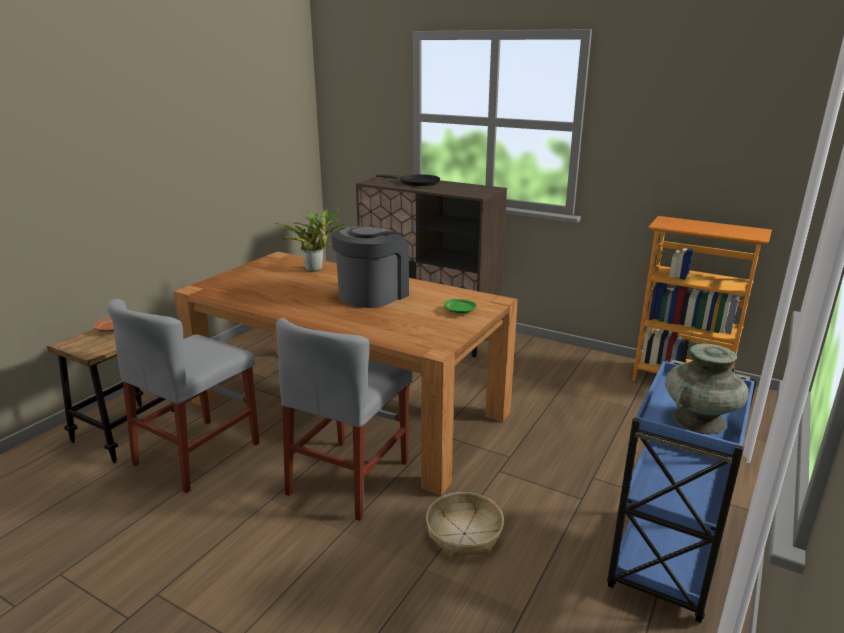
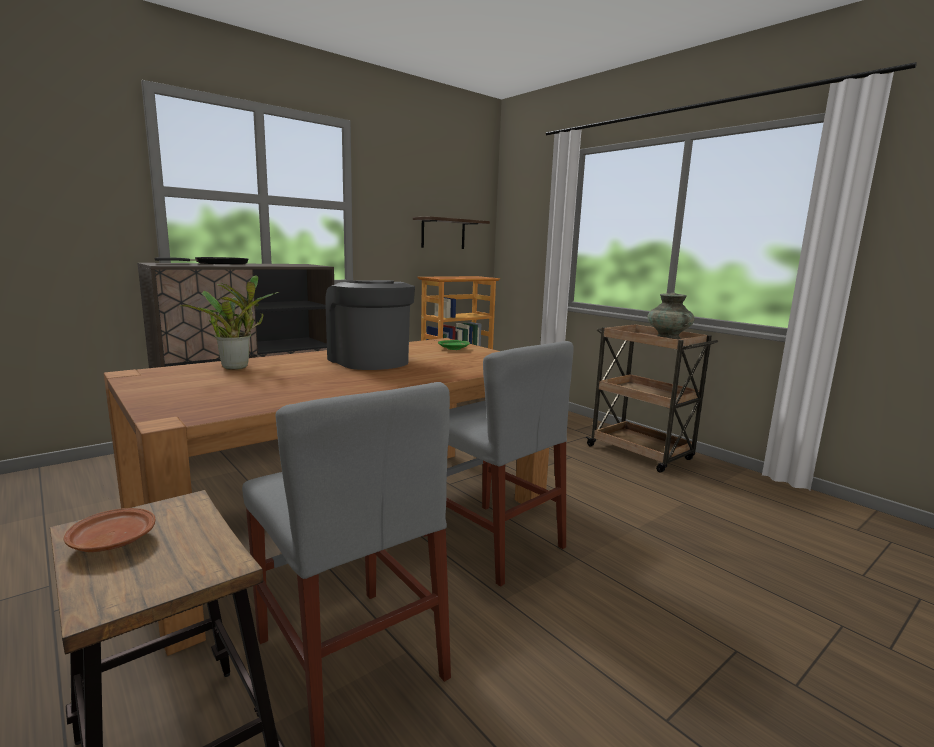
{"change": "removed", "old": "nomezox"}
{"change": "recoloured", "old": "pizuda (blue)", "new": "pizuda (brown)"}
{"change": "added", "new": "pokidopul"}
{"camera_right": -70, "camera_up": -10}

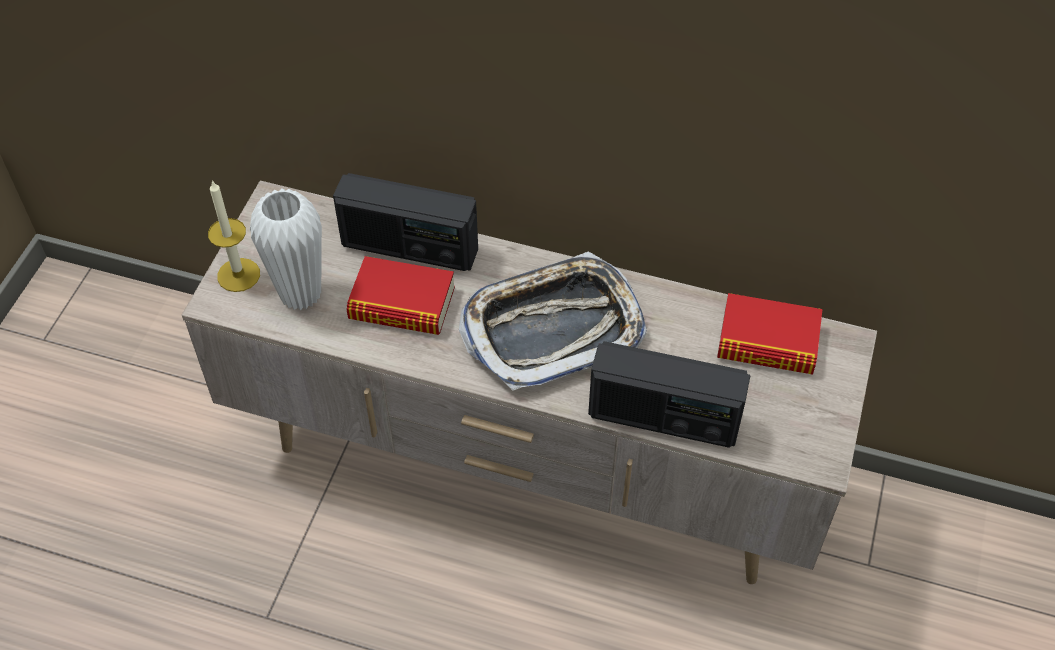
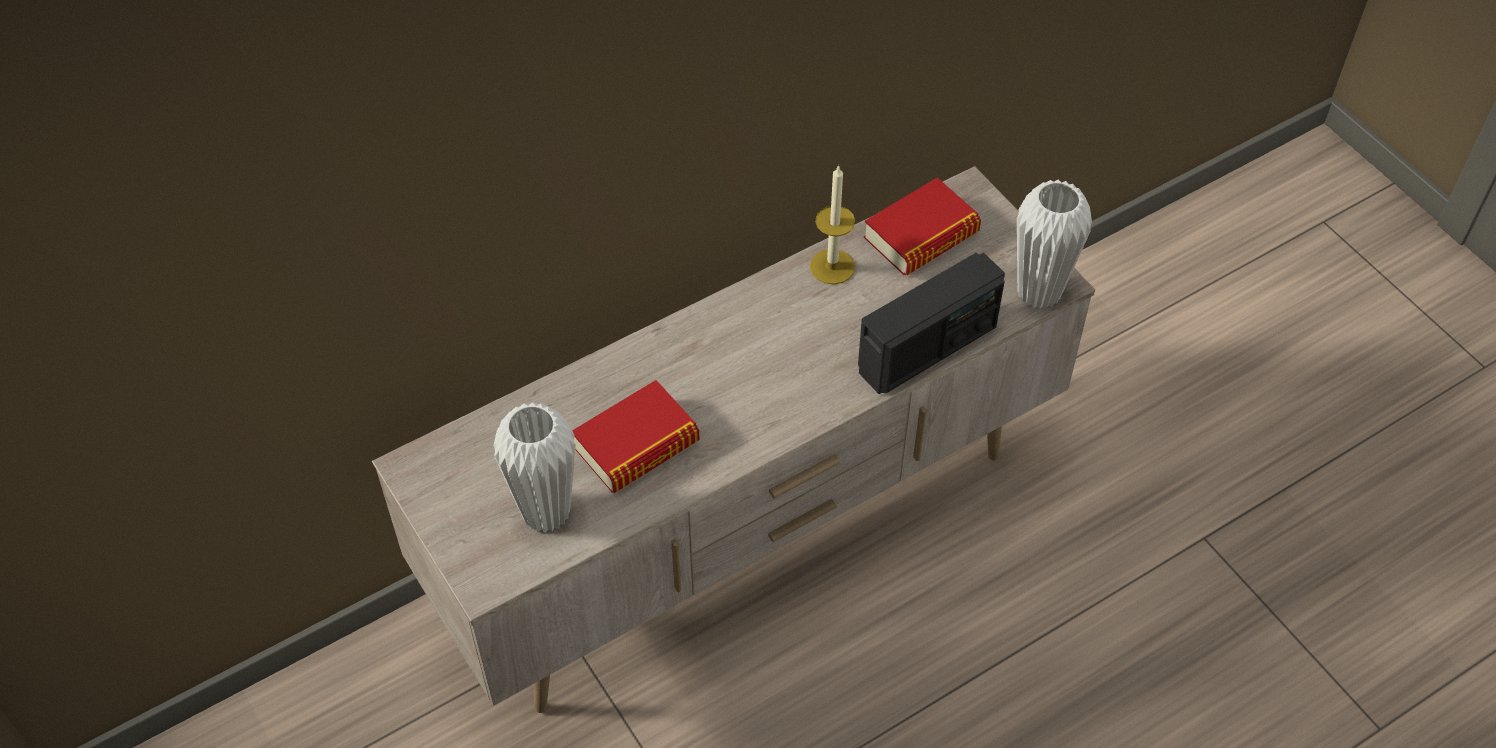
{"change": "moved", "old": "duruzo"}
{"change": "removed", "old": "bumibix (1st from left)"}
{"change": "removed", "old": "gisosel"}
{"change": "added", "new": "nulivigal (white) (2nd from left)"}
{"camera_right": -50, "camera_up": 0}

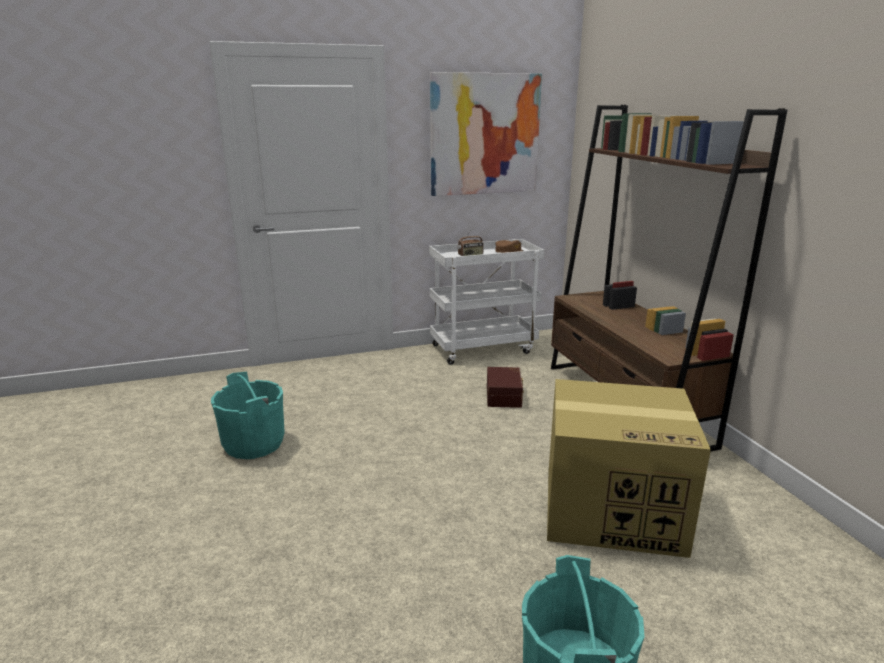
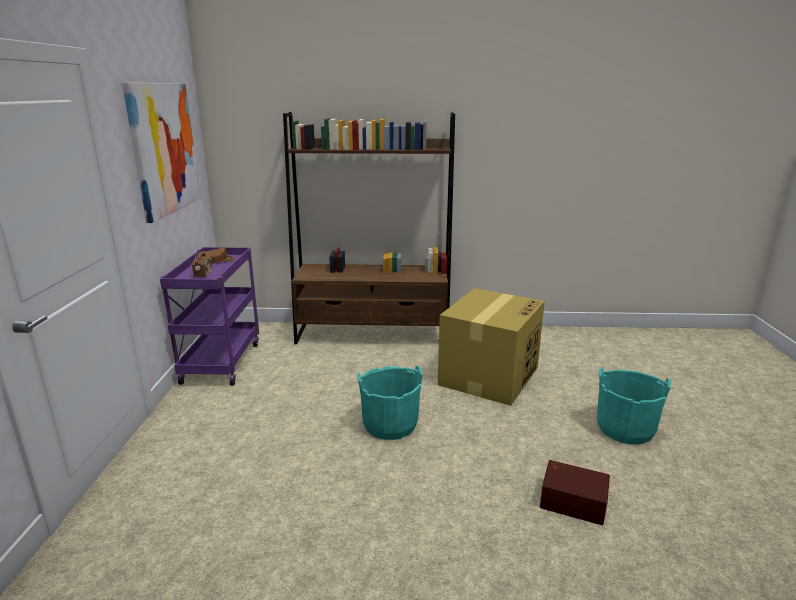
{"change": "moved", "old": "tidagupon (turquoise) (1st from left)"}
{"change": "recoloured", "old": "pizuda (white)", "new": "pizuda (purple)"}
{"change": "moved", "old": "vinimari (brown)"}
{"camera_right": -70, "camera_up": 0}

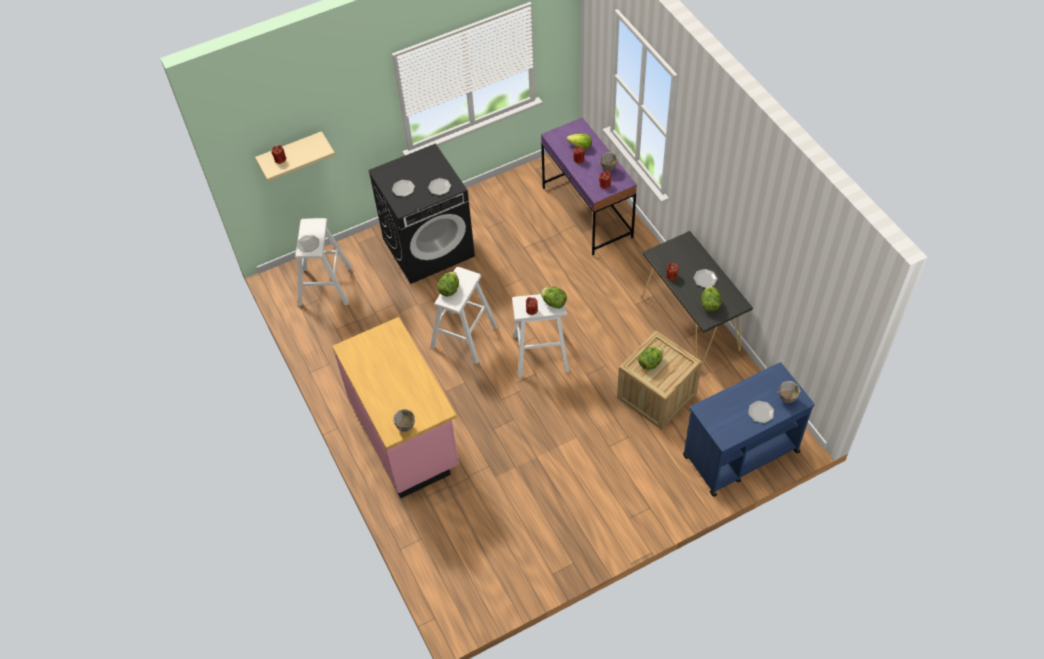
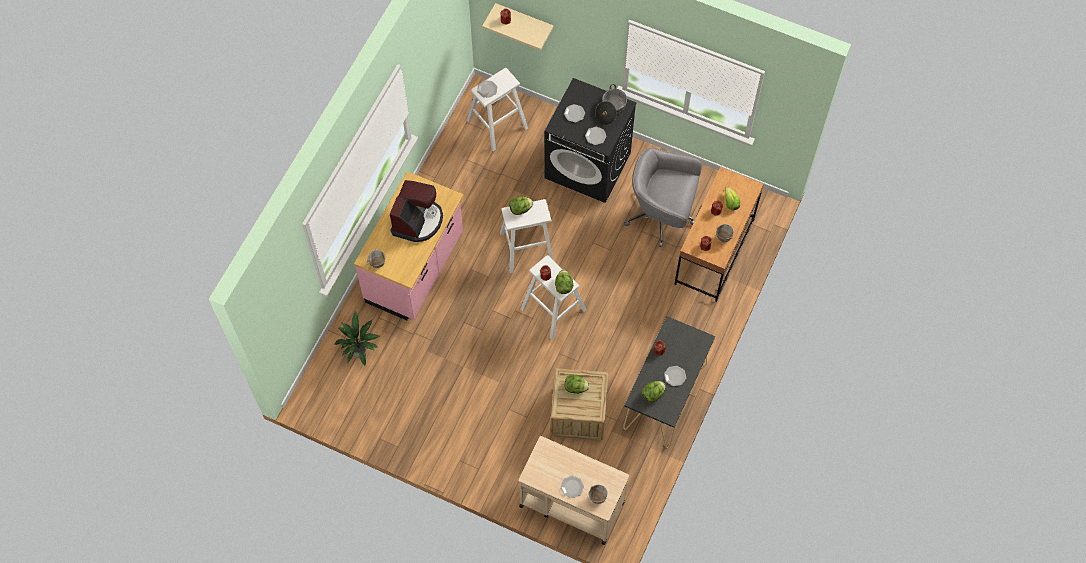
{"change": "recoloured", "old": "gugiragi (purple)", "new": "gugiragi (brown)"}
{"change": "recoloured", "old": "pizuda (blue)", "new": "pizuda (beige)"}
{"change": "added", "new": "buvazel"}
{"change": "added", "new": "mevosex"}
{"change": "added", "new": "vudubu"}
{"change": "added", "new": "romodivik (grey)"}
{"camera_right": 50, "camera_up": 10}

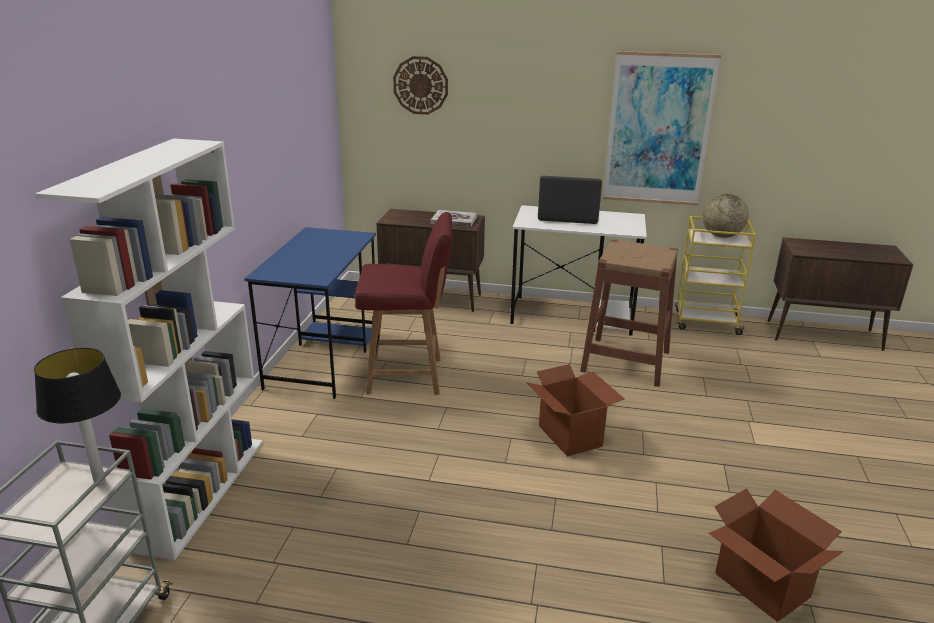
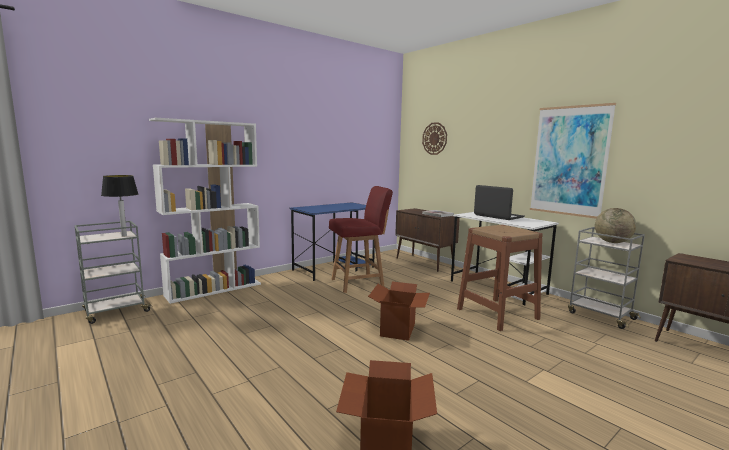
{"change": "turned", "old": "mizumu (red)", "degrees": -60}
{"change": "recoloured", "old": "pizuda (yellow)", "new": "pizuda (grey) (2nd from left)"}
{"camera_right": 40, "camera_up": -15}

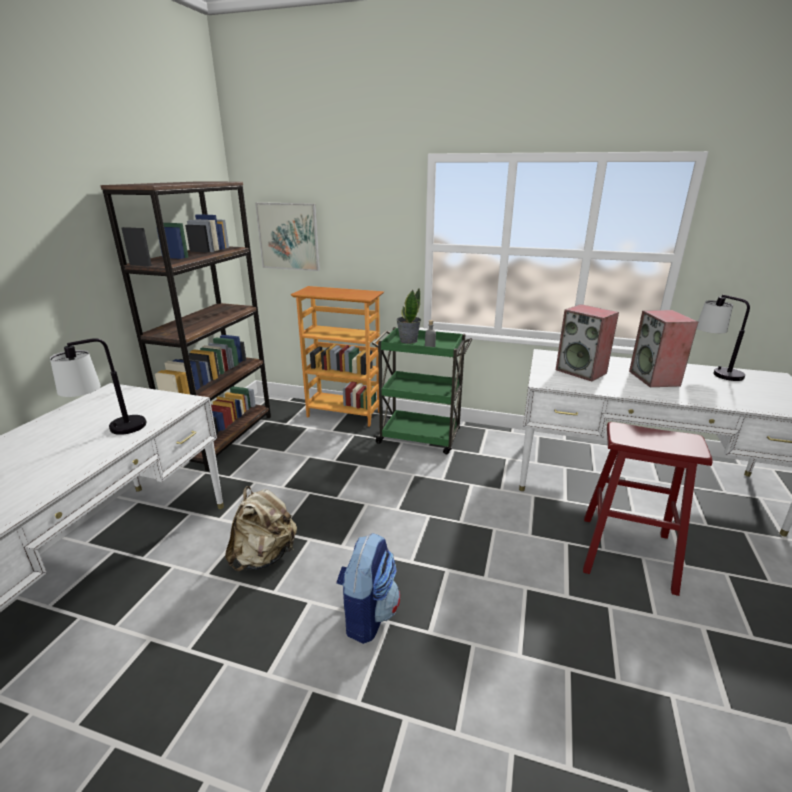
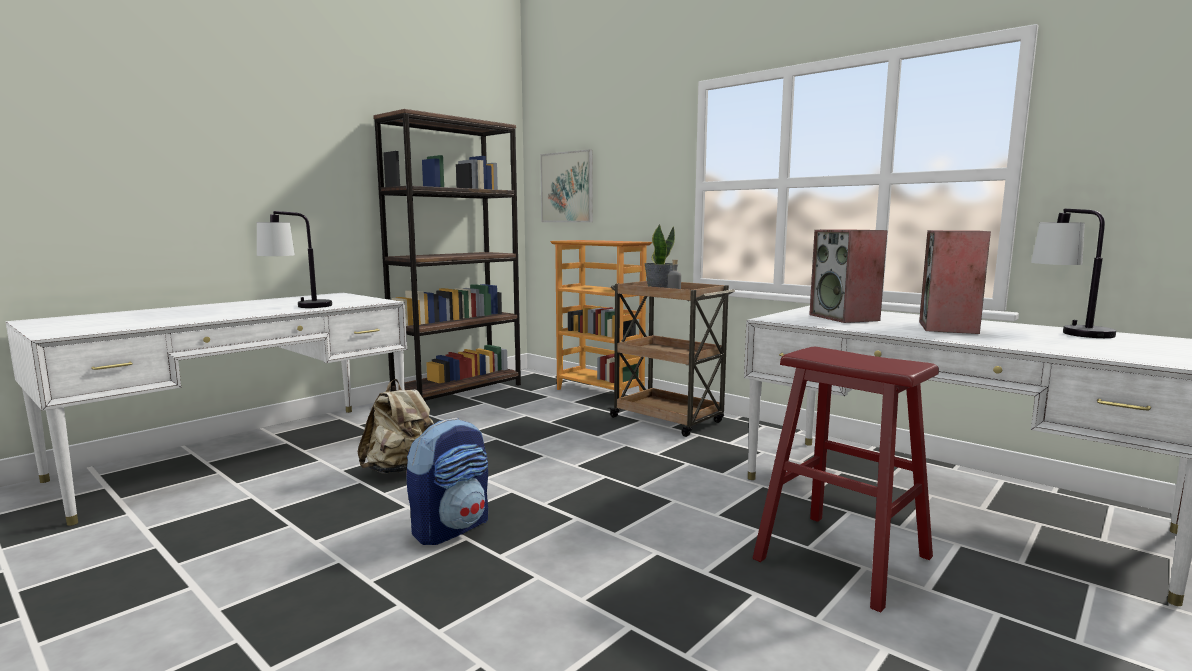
{"change": "recoloured", "old": "pizuda (green)", "new": "pizuda (brown)"}
{"camera_right": 25, "camera_up": -15}

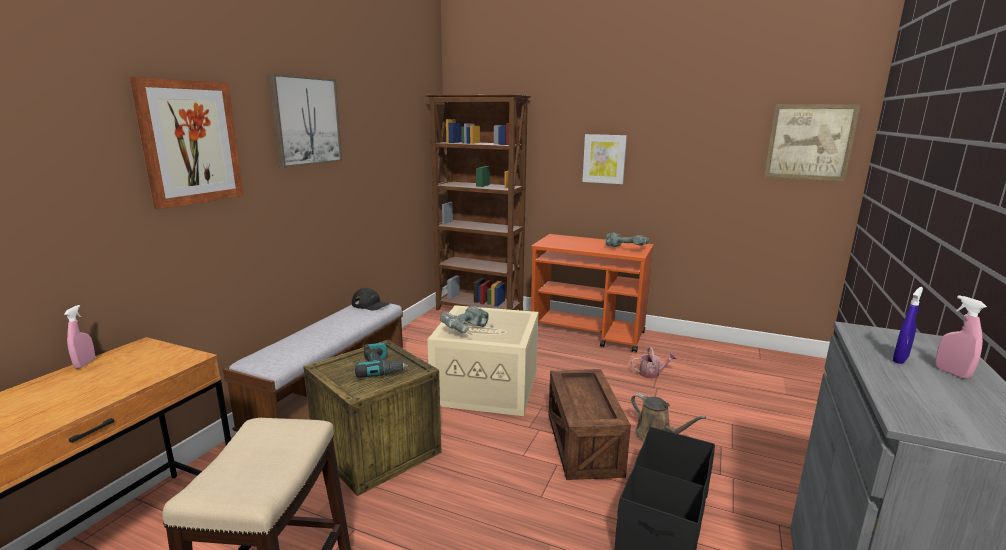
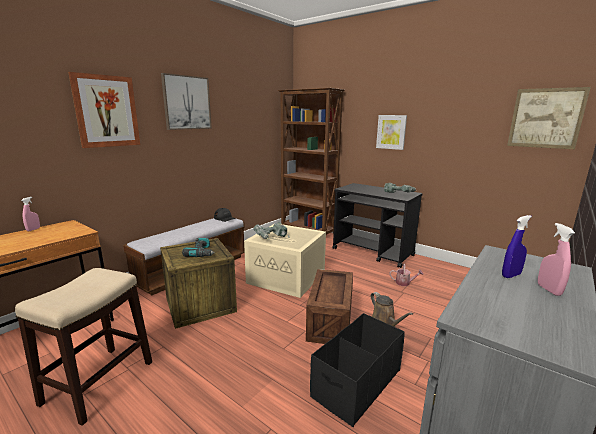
{"change": "recoloured", "old": "pizuda (orange)", "new": "pizuda (black)"}
{"camera_right": 15, "camera_up": 0}

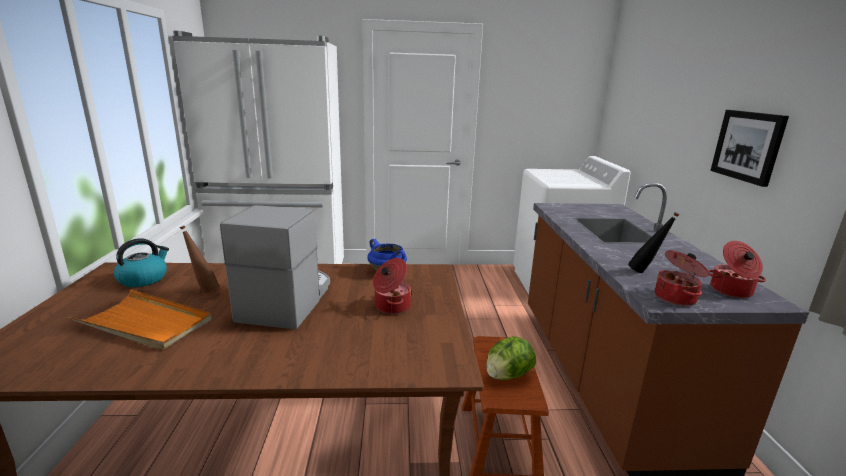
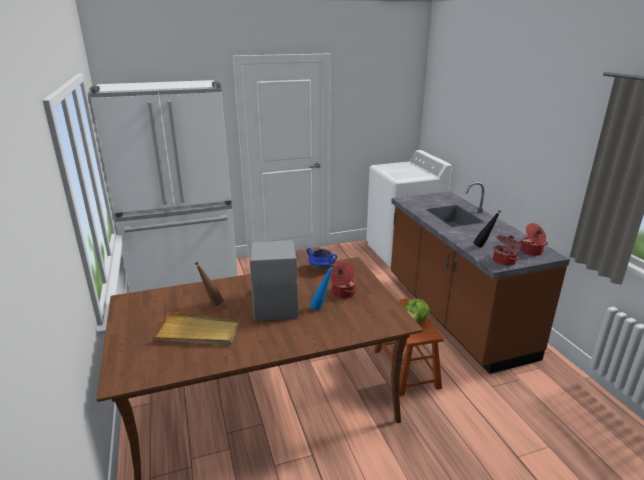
{"change": "recoloured", "old": "gisosel (orange)", "new": "gisosel (beige)"}
{"change": "removed", "old": "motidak"}
{"change": "removed", "old": "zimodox"}
{"change": "added", "new": "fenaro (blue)"}
{"camera_right": -15, "camera_up": 5}

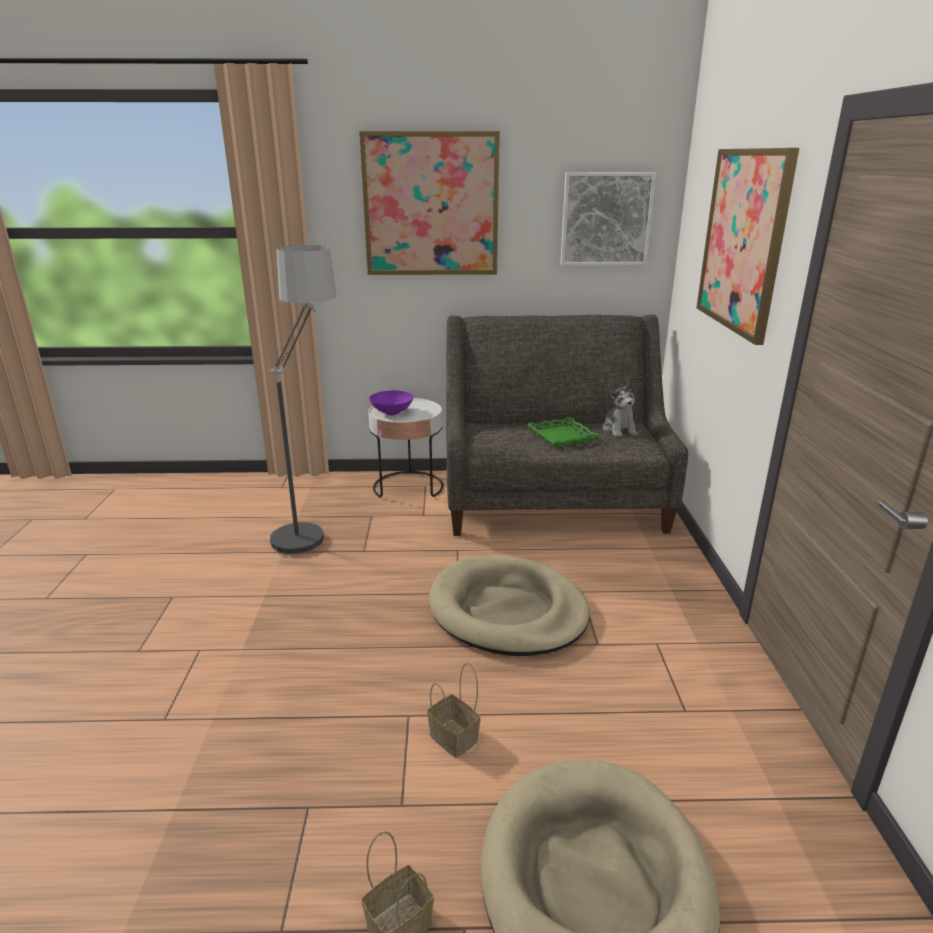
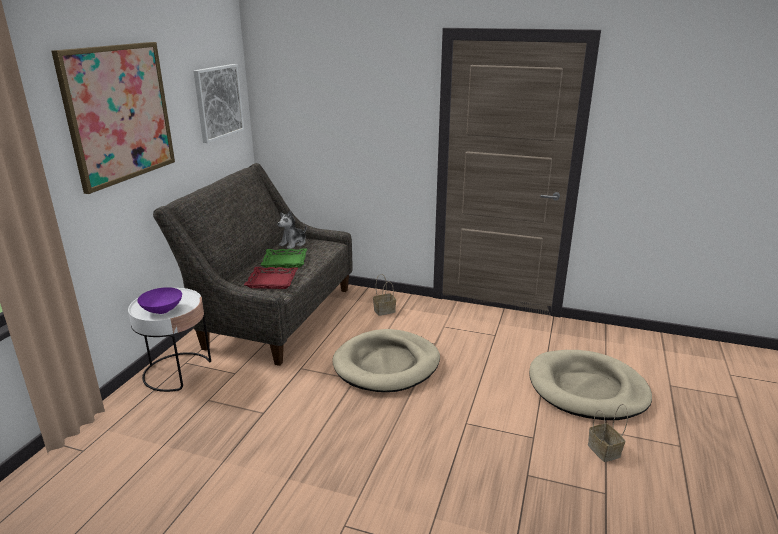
{"change": "removed", "old": "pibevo"}
{"change": "moved", "old": "nomezox (2nd from left in the first image)", "new": "nomezox (1st from left)"}
{"change": "turned", "old": "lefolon", "degrees": 120}
{"change": "removed", "old": "zimodox (3rd from left)"}
{"change": "added", "new": "gisosel (red)"}
{"camera_right": -70, "camera_up": 0}

